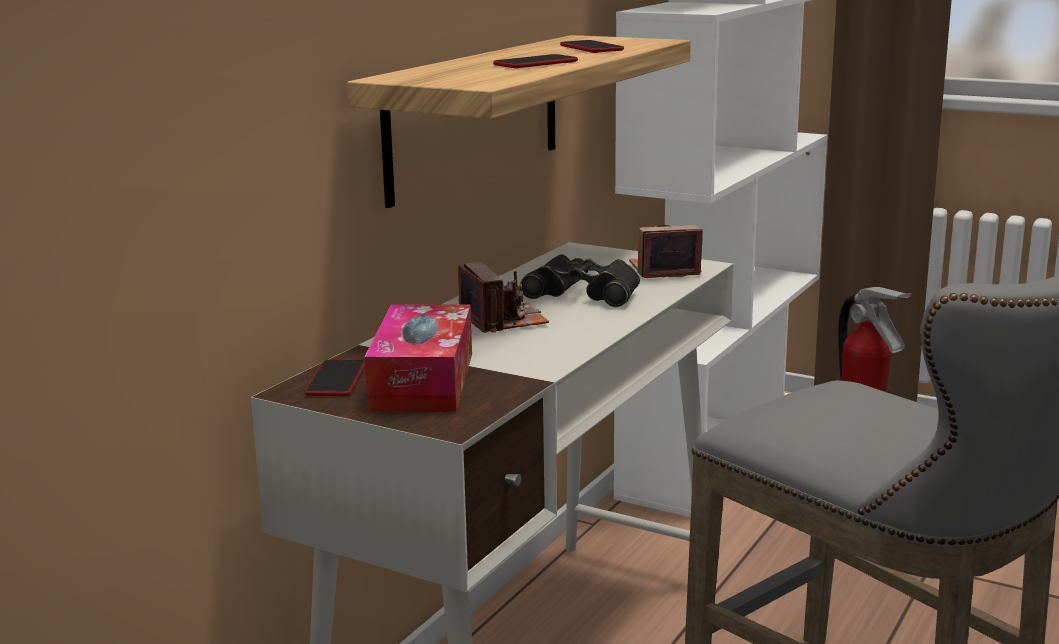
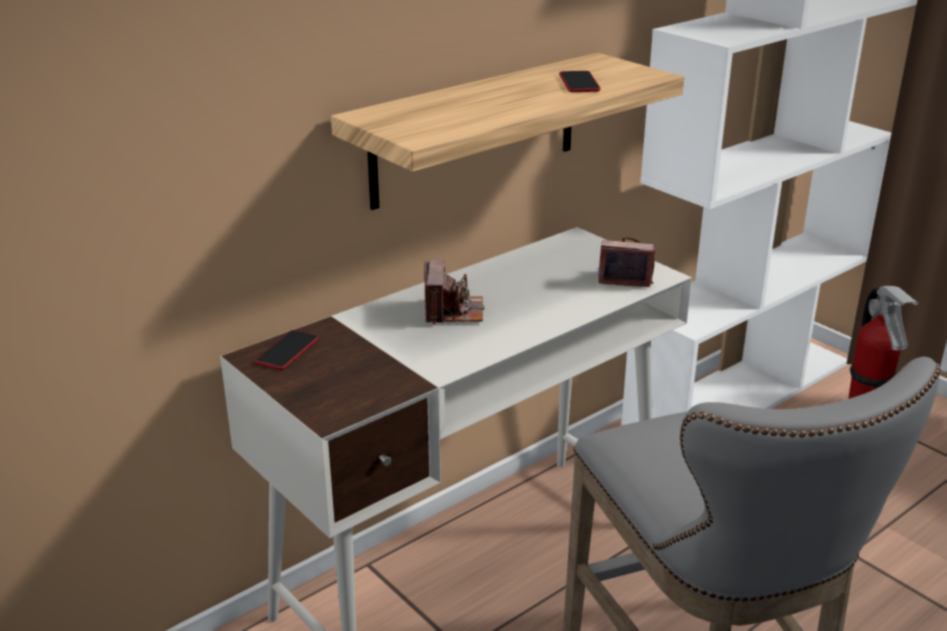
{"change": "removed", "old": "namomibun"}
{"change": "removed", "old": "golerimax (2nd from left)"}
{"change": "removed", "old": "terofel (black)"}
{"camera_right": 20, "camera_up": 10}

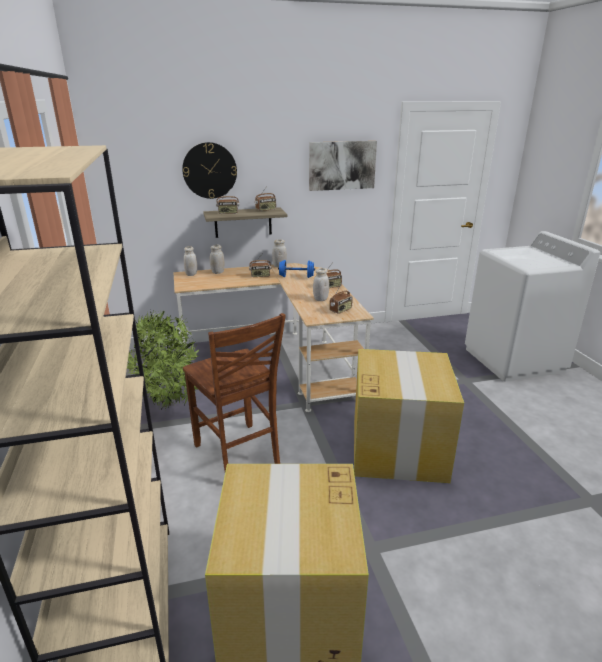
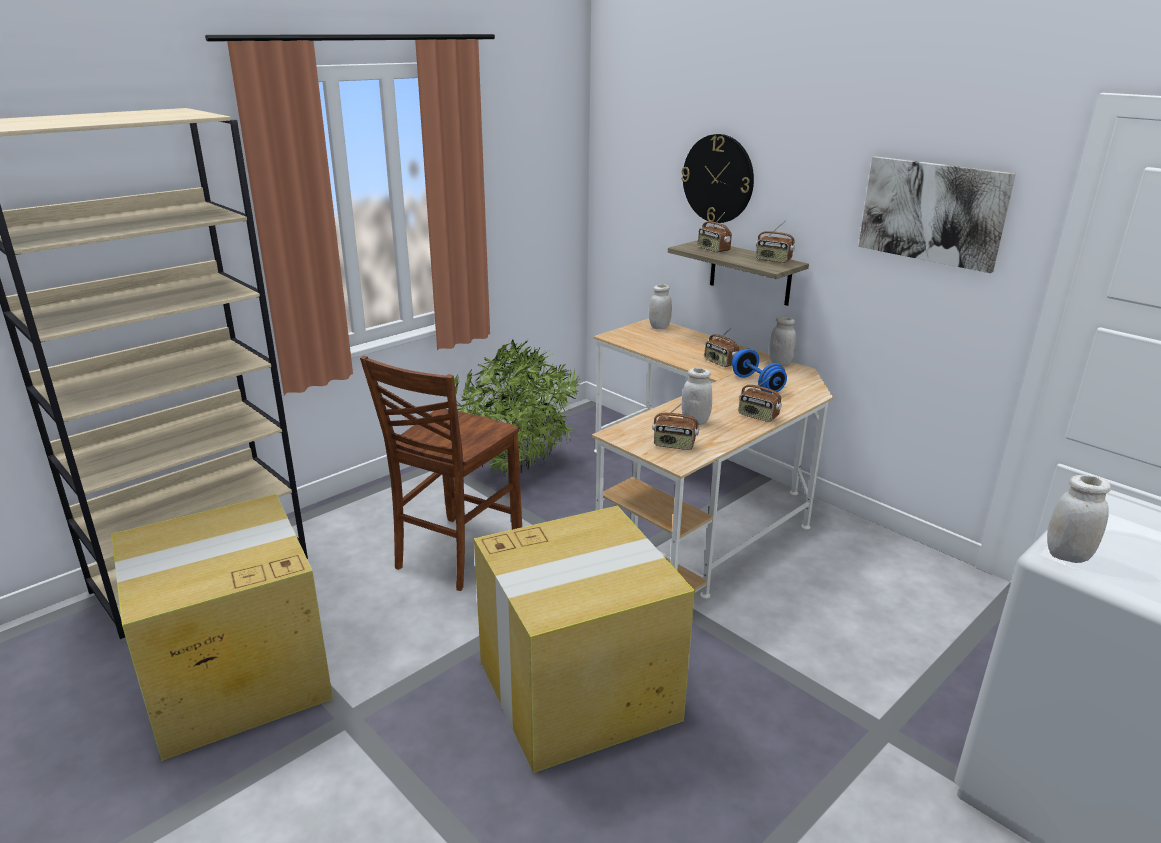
{"change": "moved", "old": "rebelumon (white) (2nd from left in the first image)", "new": "rebelumon (white) (4th from left)"}
{"camera_right": 60, "camera_up": 0}

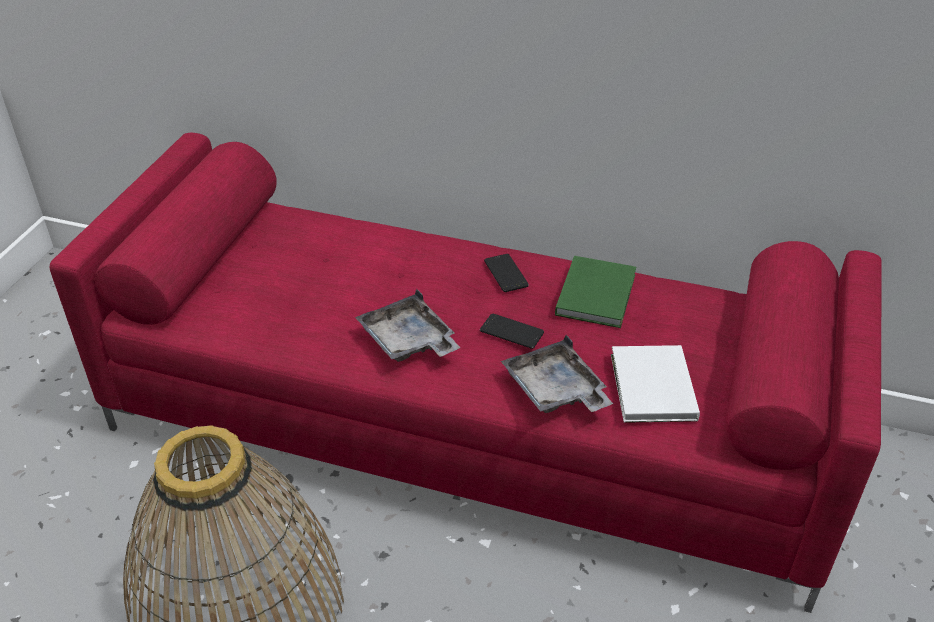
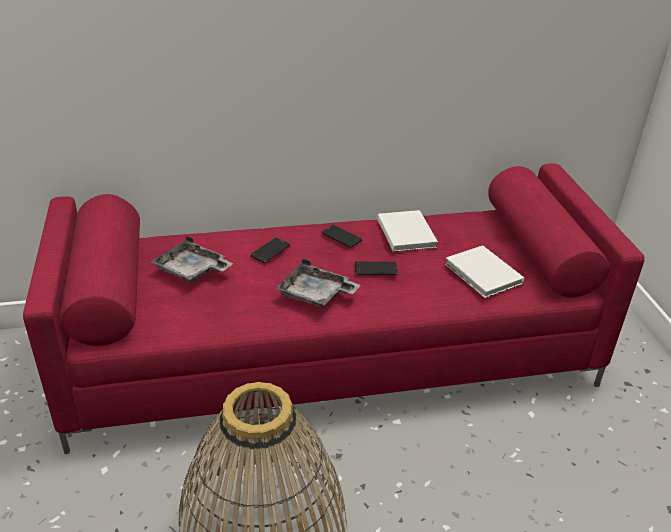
{"change": "moved", "old": "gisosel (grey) (2nd from left in the first image)", "new": "gisosel (grey) (1st from left)"}
{"change": "recoloured", "old": "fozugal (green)", "new": "fozugal (white) (1st from left)"}
{"change": "added", "new": "golerimax (1st from left)"}
{"camera_right": -30, "camera_up": -5}

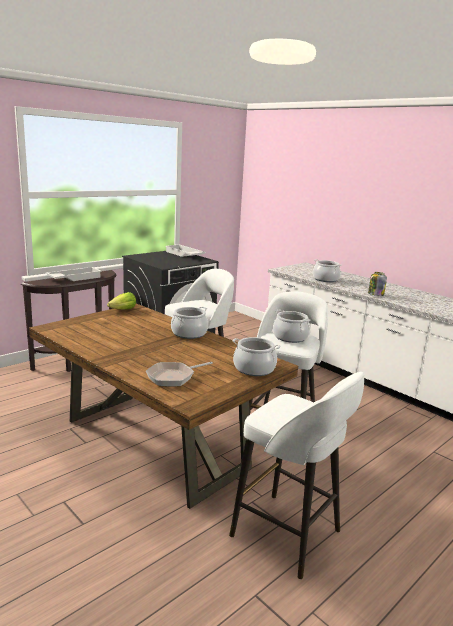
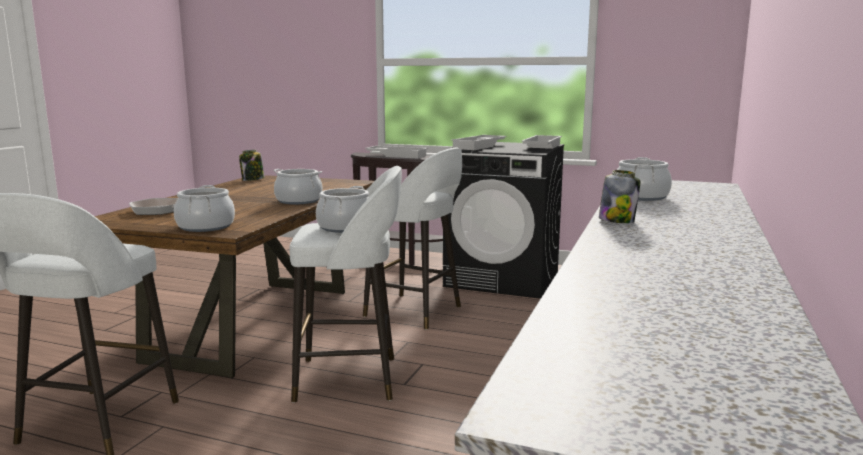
{"change": "removed", "old": "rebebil"}
{"change": "added", "new": "rebelumon (1st from left)"}
{"change": "added", "new": "gisosel (white) (2nd from left)"}
{"camera_right": 65, "camera_up": -5}

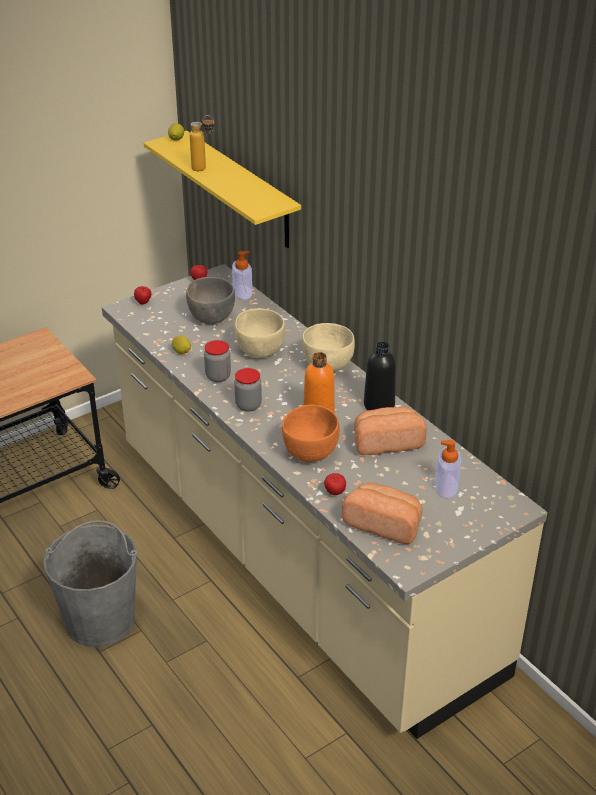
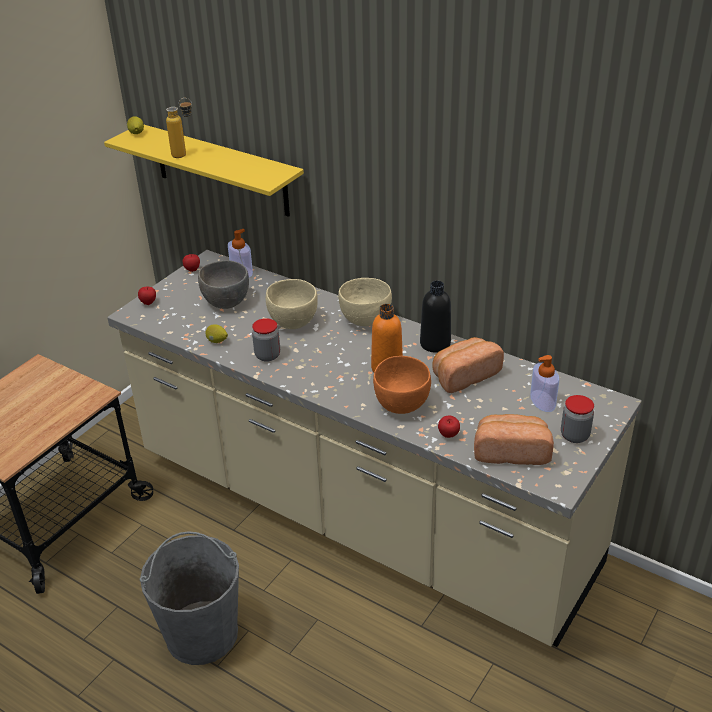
{"change": "moved", "old": "rebelumon (2nd from left)"}
{"camera_right": -20, "camera_up": 0}

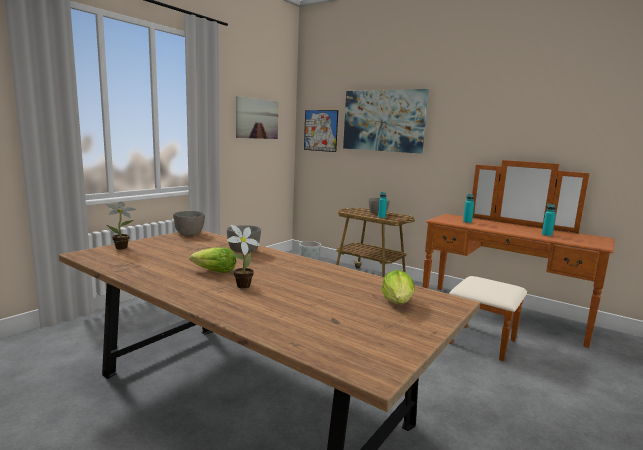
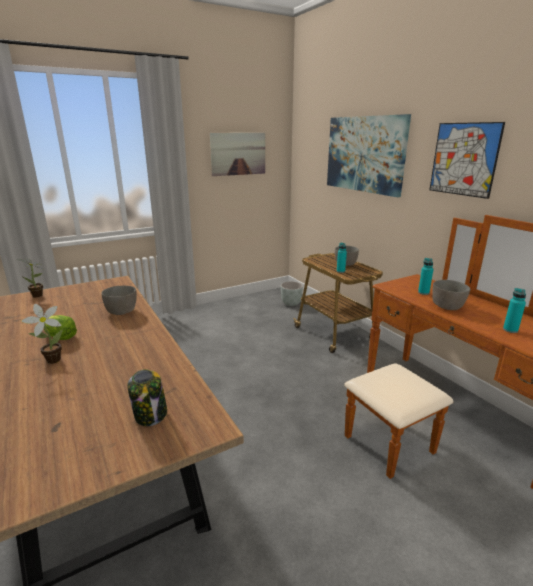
{"change": "moved", "old": "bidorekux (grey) (1st from left in the first image)", "new": "bidorekux (grey) (3rd from left)"}
{"change": "moved", "old": "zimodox (2nd from left in the first image)", "new": "zimodox (3rd from left)"}
{"change": "replaced", "old": "rebebil (2nd from left)", "new": "rebelumon"}
{"camera_right": 25, "camera_up": 10}

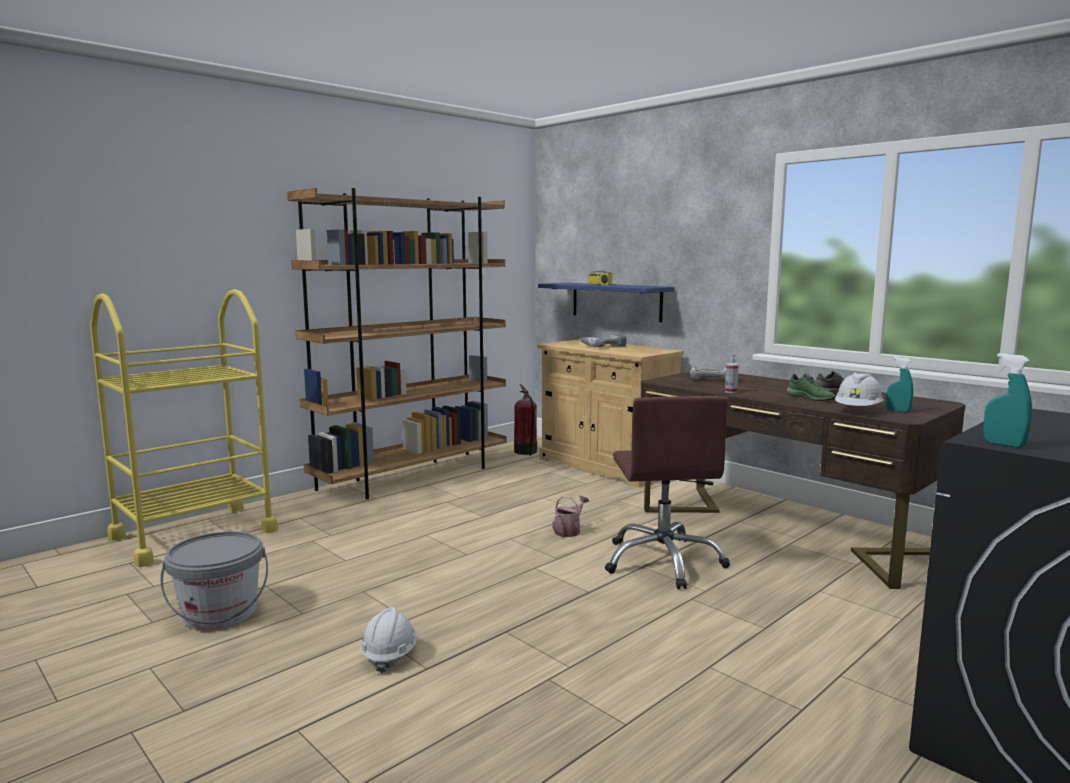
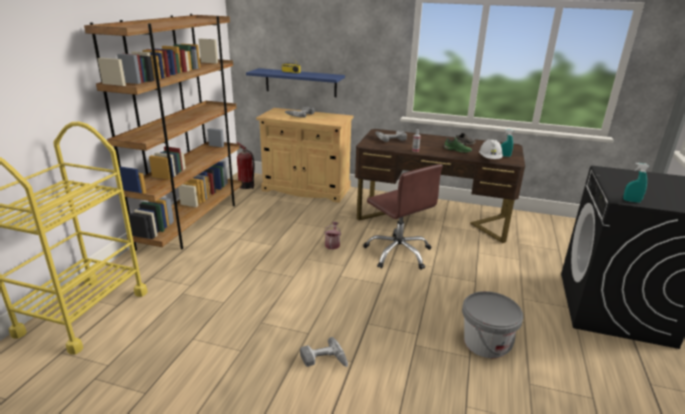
{"change": "moved", "old": "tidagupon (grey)"}
{"change": "replaced", "old": "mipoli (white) (1st from left)", "new": "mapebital (2nd from left)"}
{"camera_right": -30, "camera_up": 15}

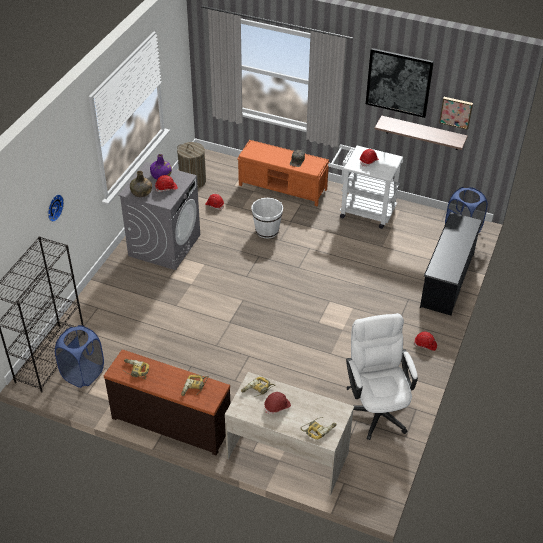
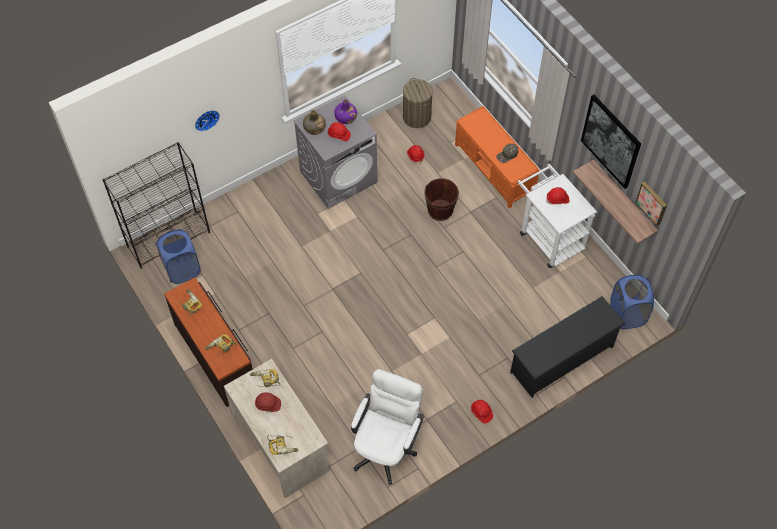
{"change": "recoloured", "old": "tidagupon (white)", "new": "tidagupon (brown)"}
{"camera_right": 35, "camera_up": 15}

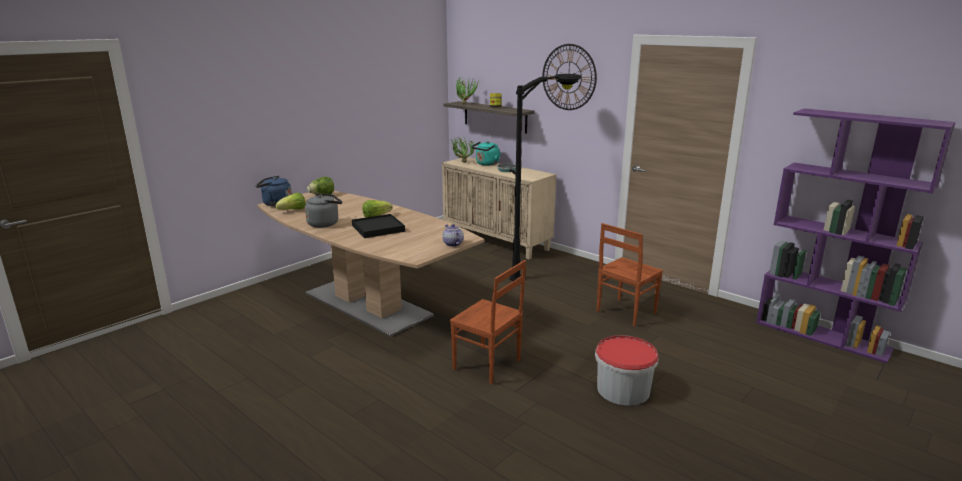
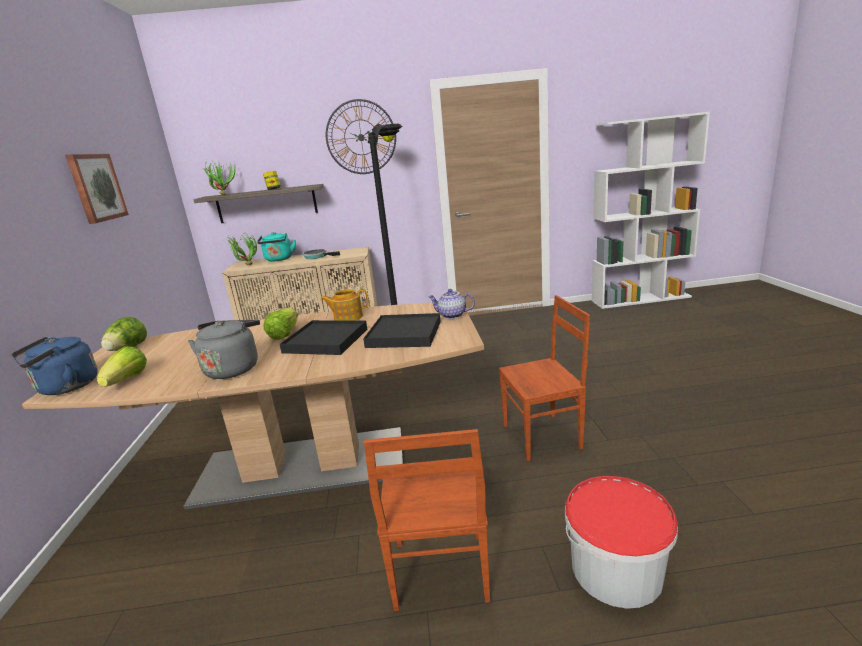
{"change": "moved", "old": "tidagupon"}
{"change": "moved", "old": "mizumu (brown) (2nd from left in the first image)", "new": "mizumu (brown) (1st from left)"}
{"change": "recoloured", "old": "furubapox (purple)", "new": "furubapox (white)"}
{"change": "added", "new": "zimodox"}
{"change": "added", "new": "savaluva (1st from left)"}
{"change": "added", "new": "gisosel (black) (2nd from left)"}
{"camera_right": -45, "camera_up": 0}

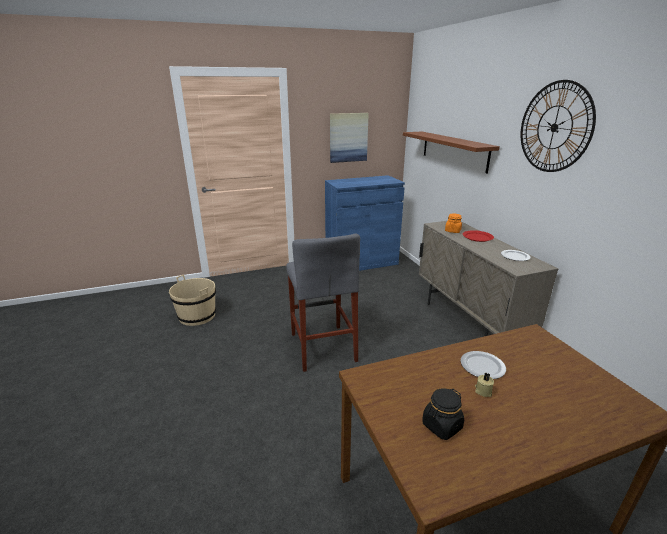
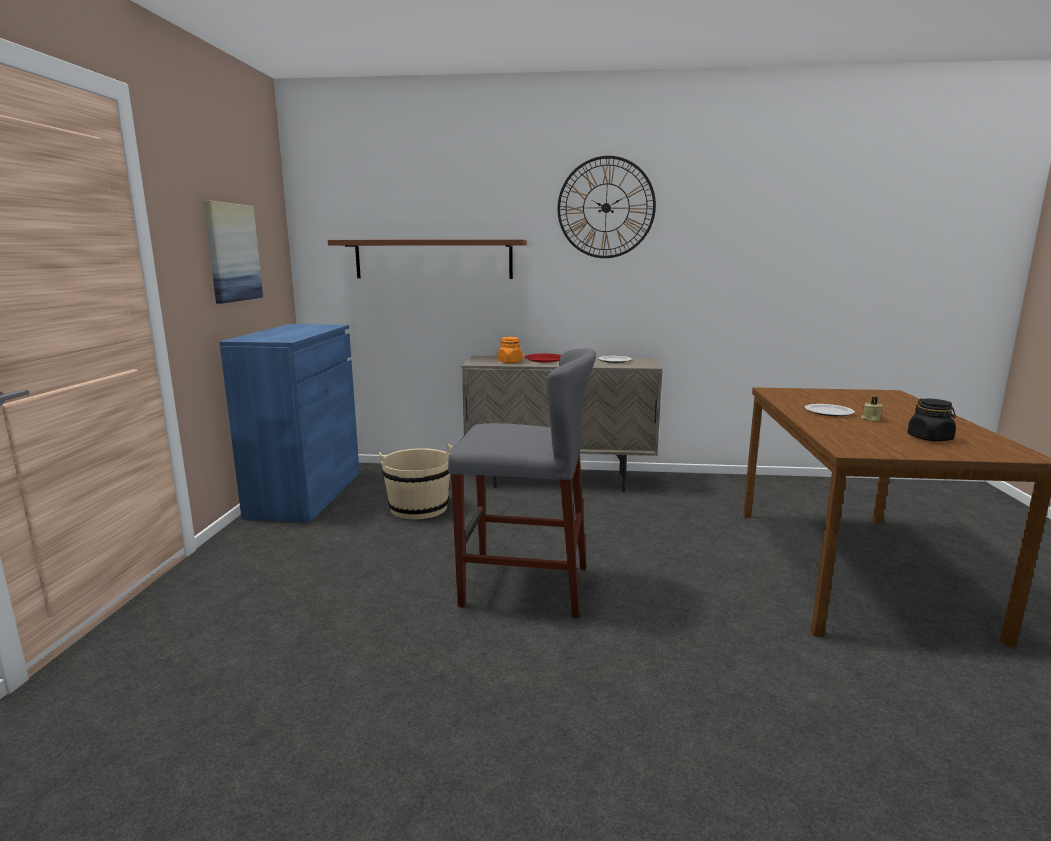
{"change": "moved", "old": "tidagupon (beige)"}
{"camera_right": -65, "camera_up": -10}

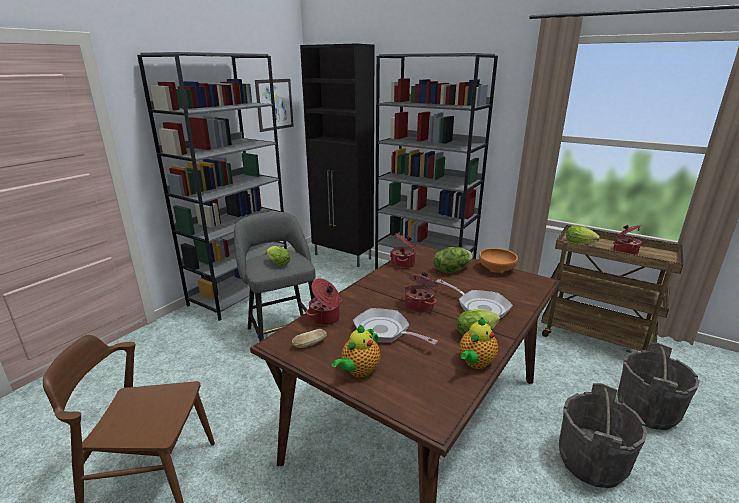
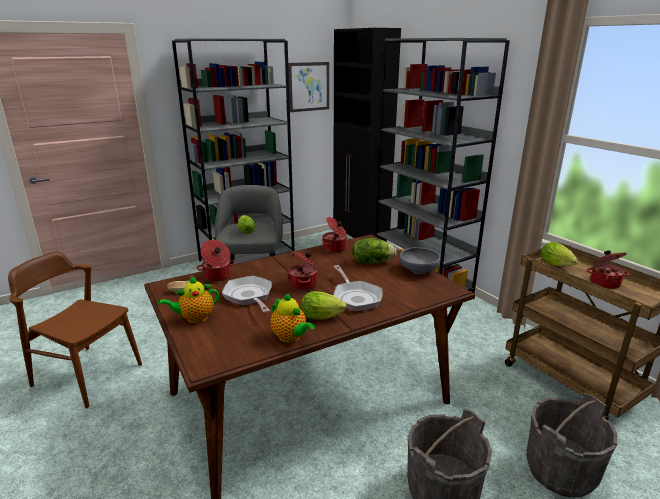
{"change": "turned", "old": "savaluva (2nd from left)", "degrees": -105}
{"change": "recoloured", "old": "bidorekux (orange)", "new": "bidorekux (grey)"}
{"camera_right": 25, "camera_up": 0}

